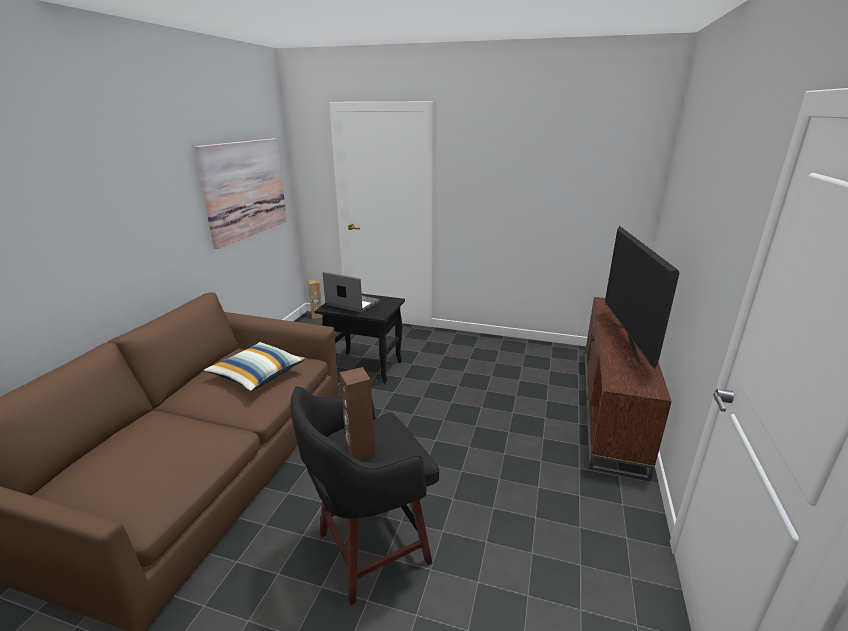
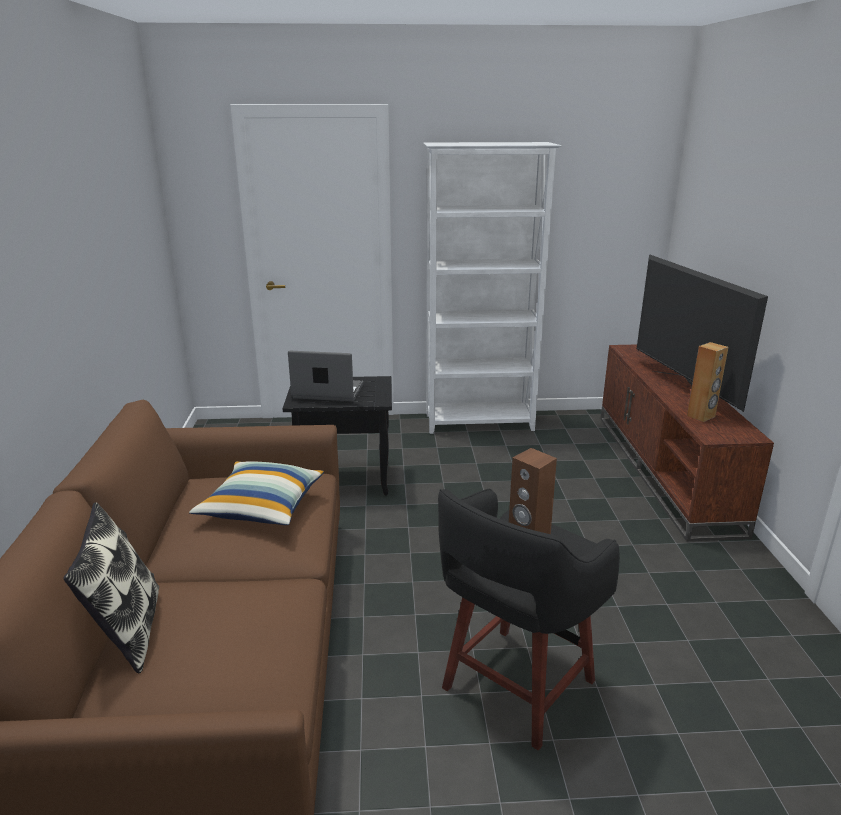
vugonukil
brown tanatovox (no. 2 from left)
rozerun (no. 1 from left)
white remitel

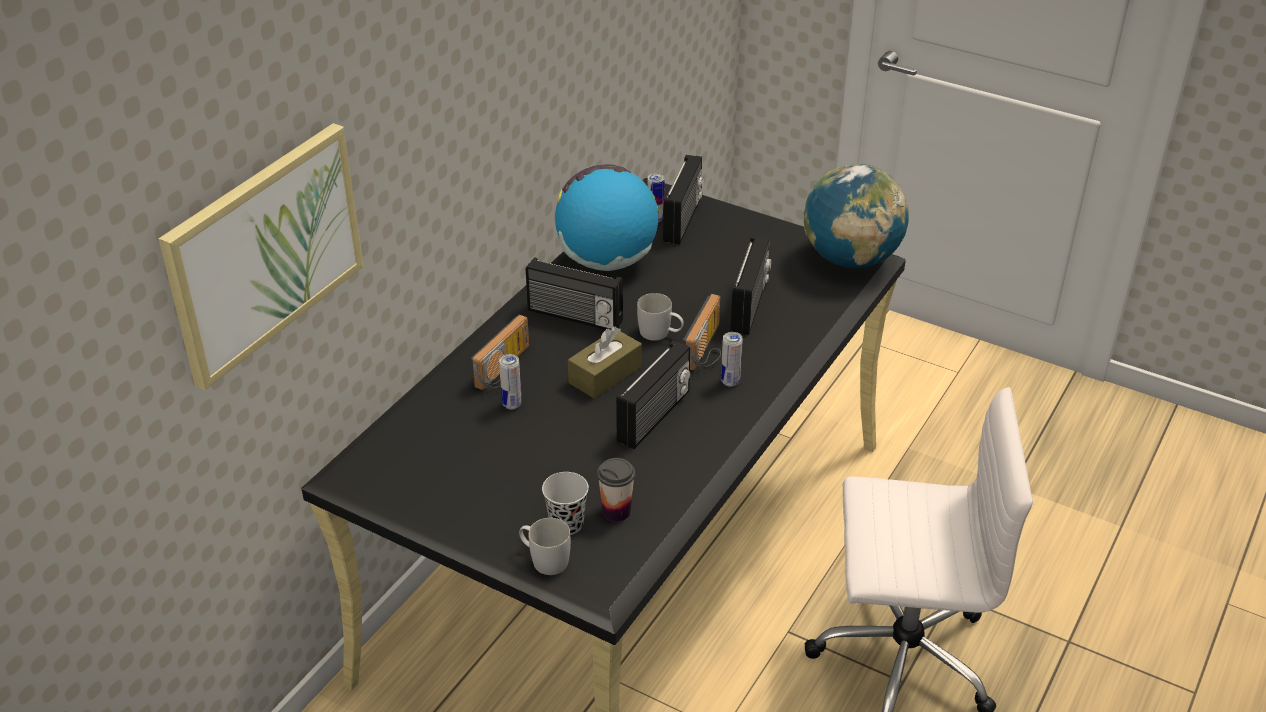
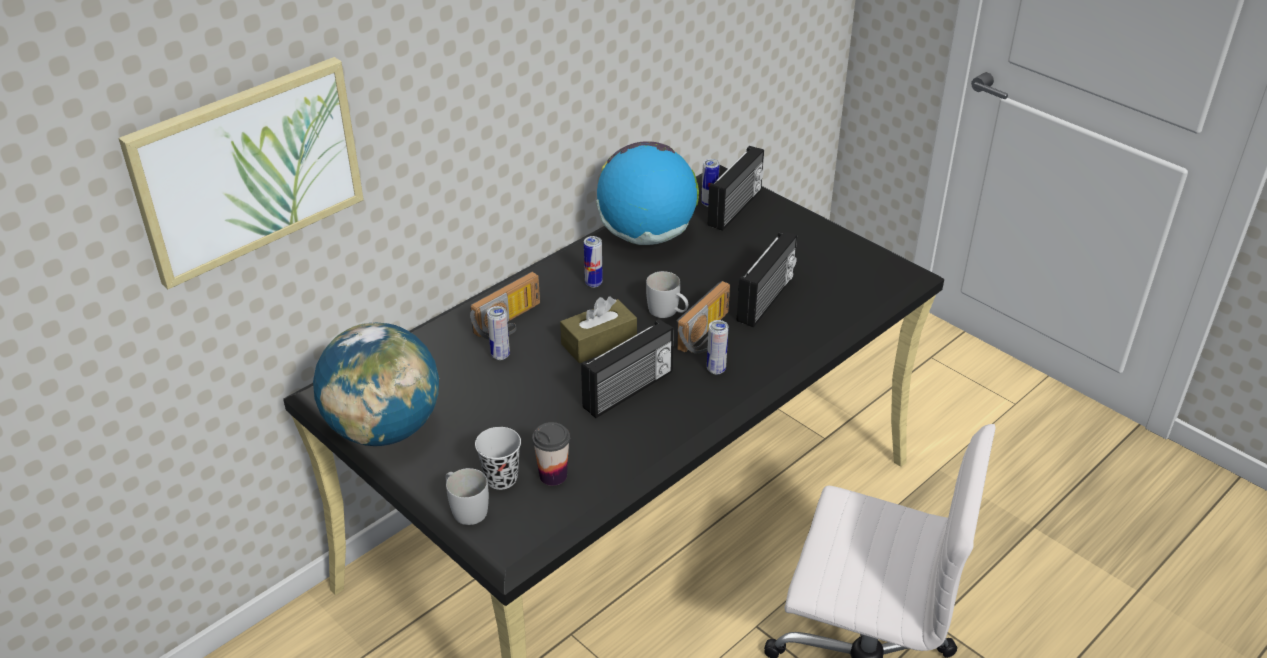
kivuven (no. 2 from left)
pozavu (no. 1 from left)

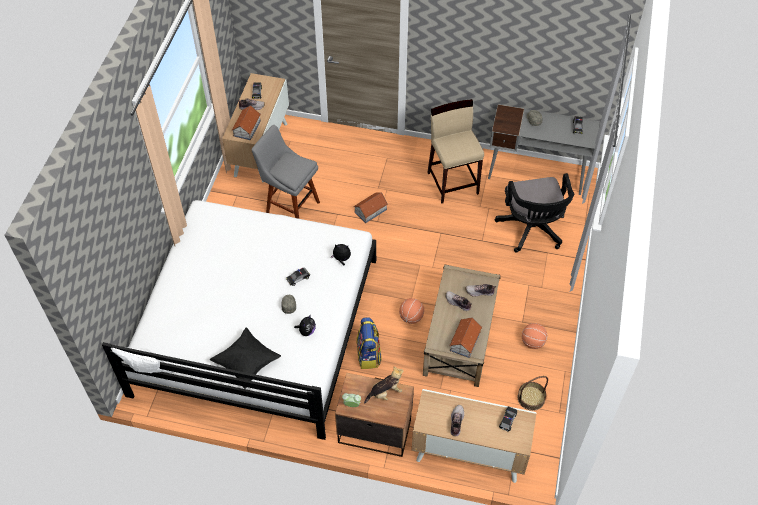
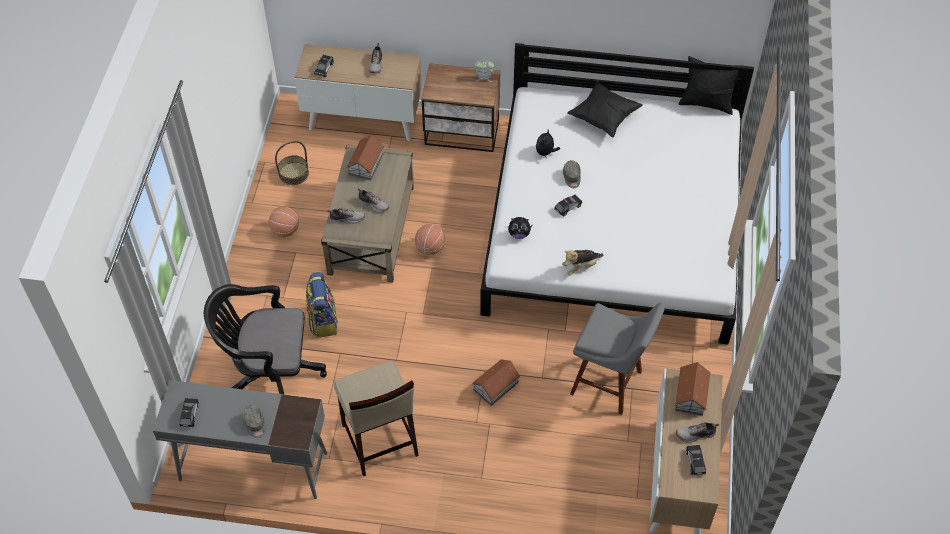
black rozerun (no. 2 from left)
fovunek
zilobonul (no. 3 from left)
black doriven

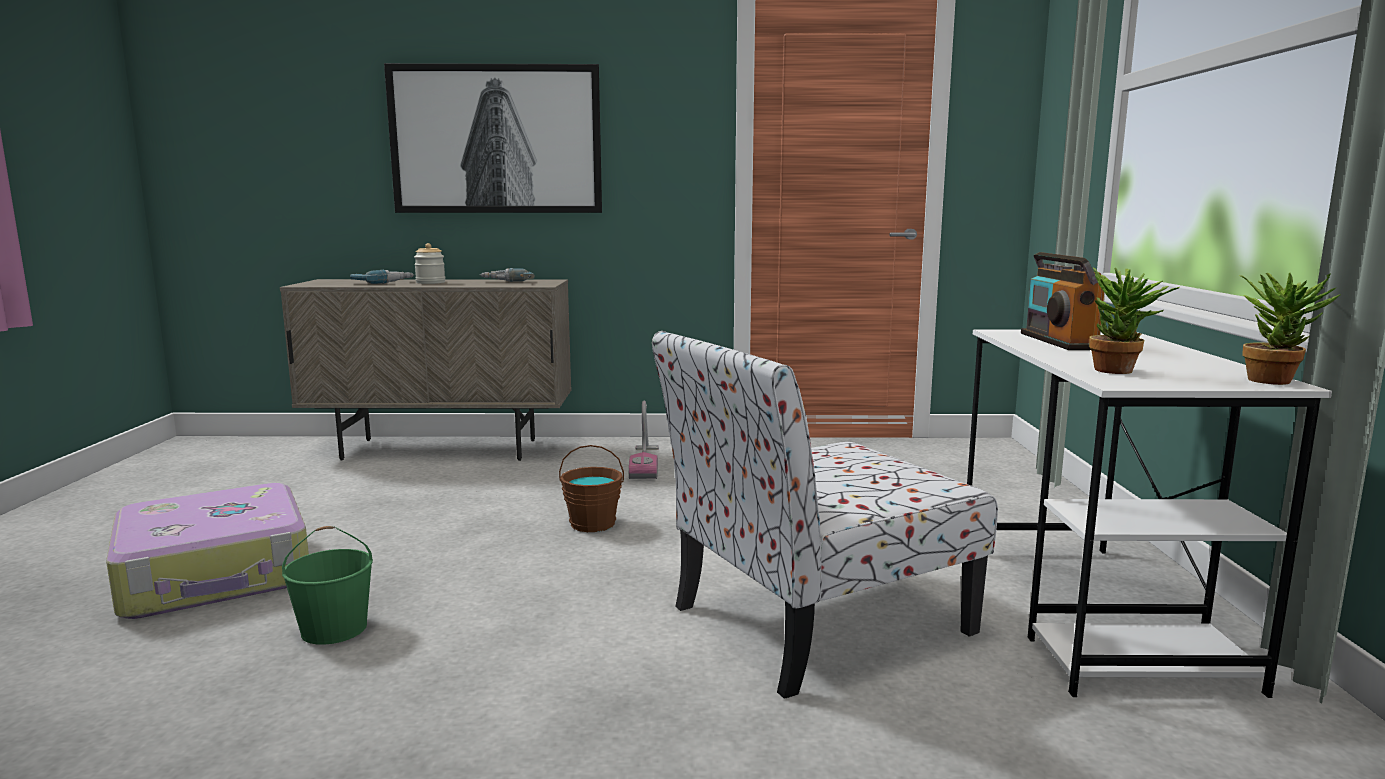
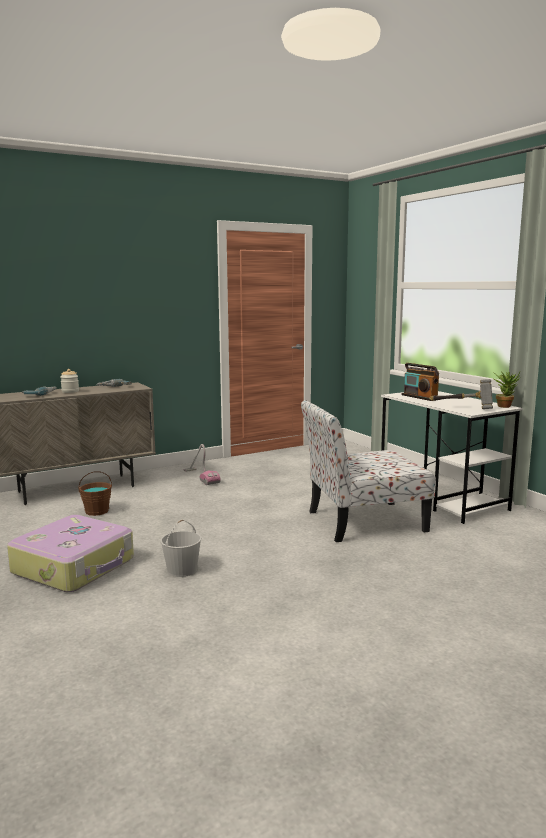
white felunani
vugonukil
brown felunani
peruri
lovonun

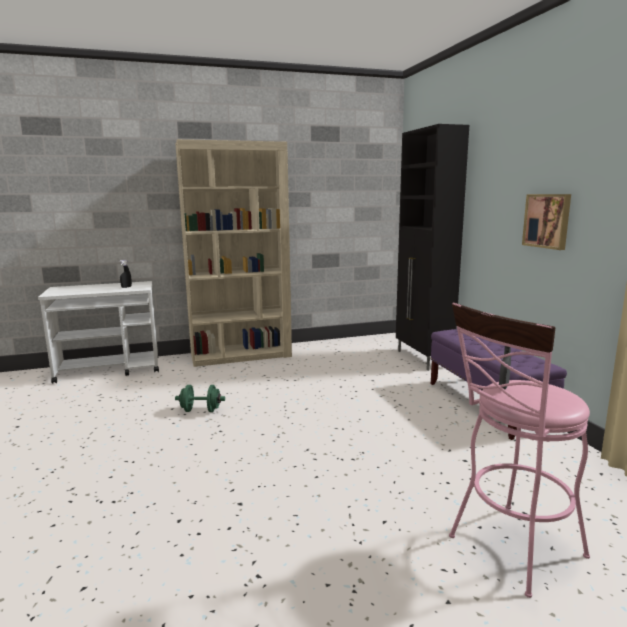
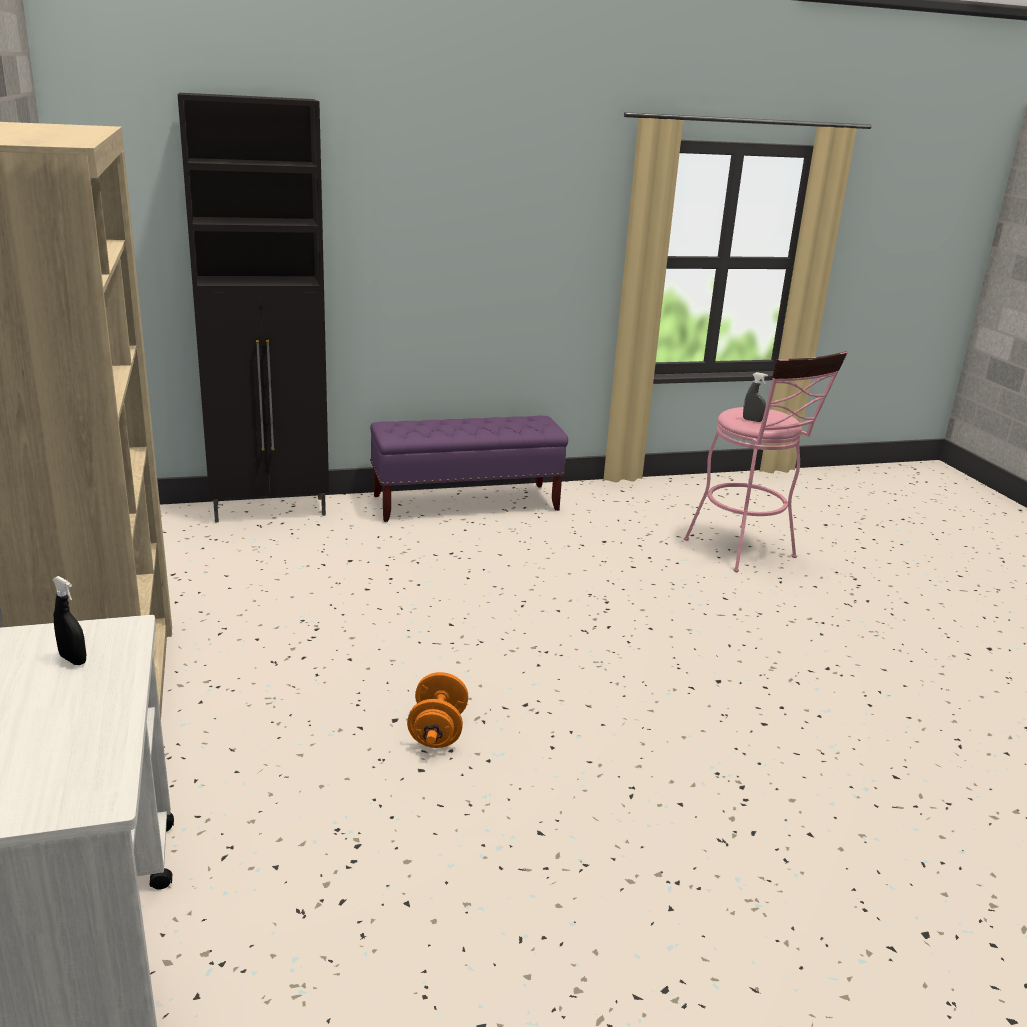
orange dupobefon
vugonukil

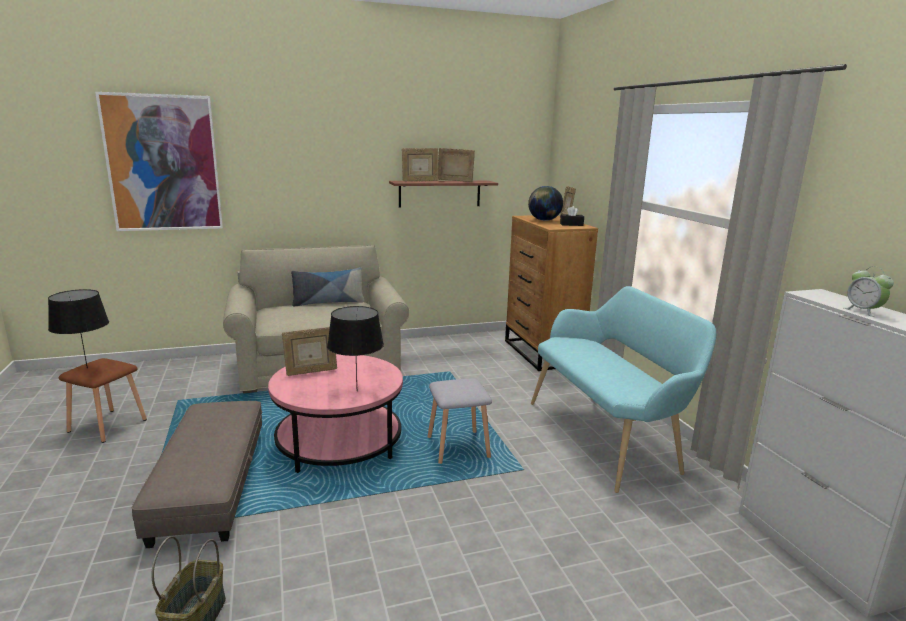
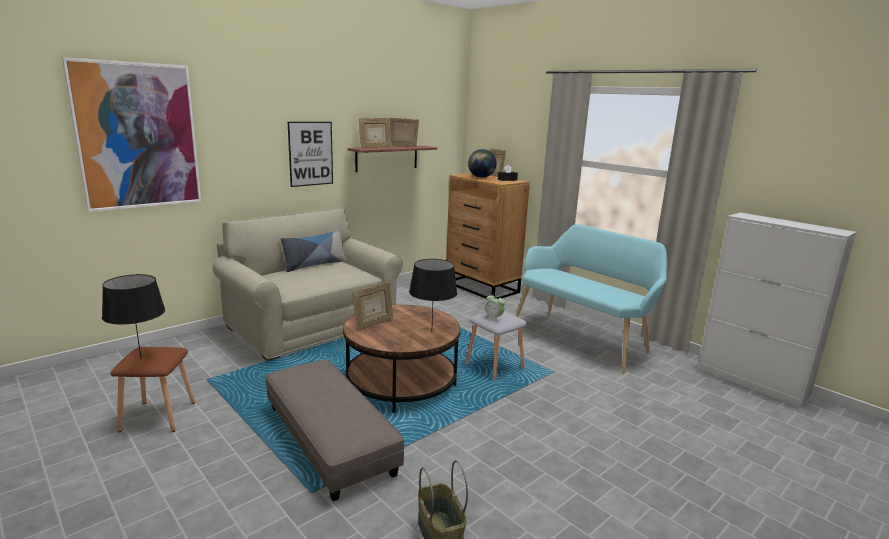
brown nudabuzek
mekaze
vugonukil (no. 2 from left)

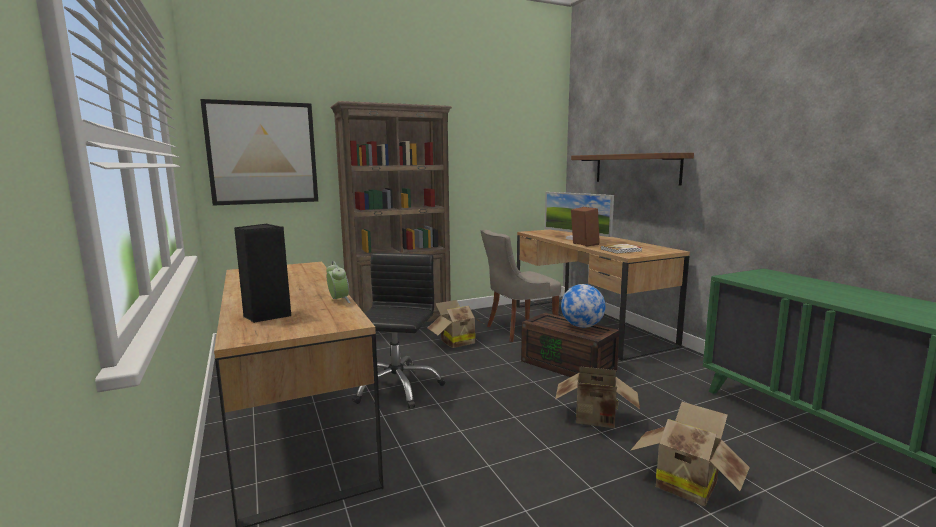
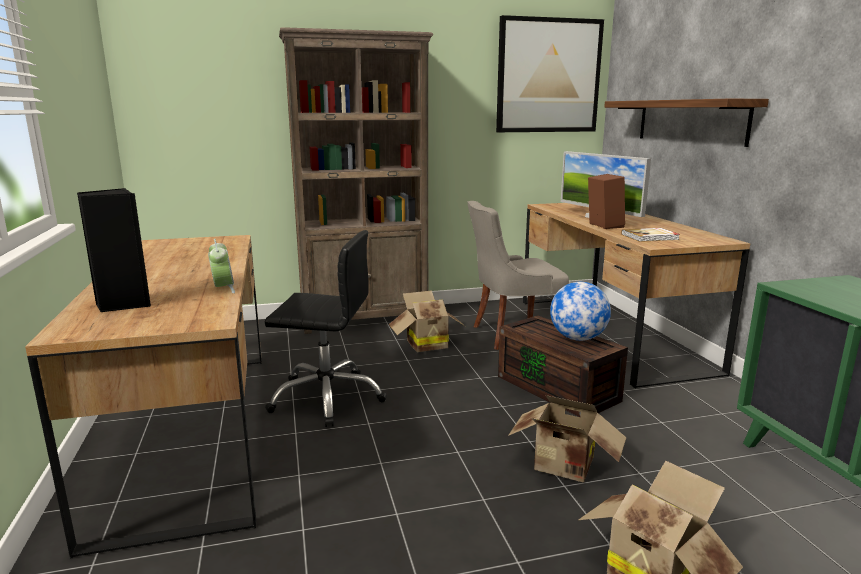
vugonukil
black doriven

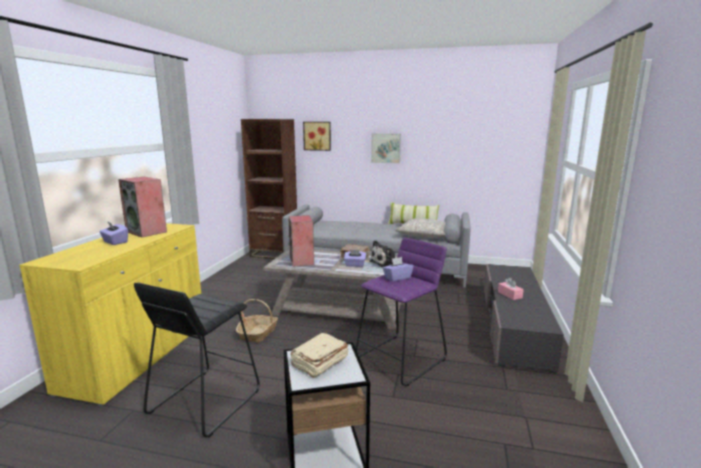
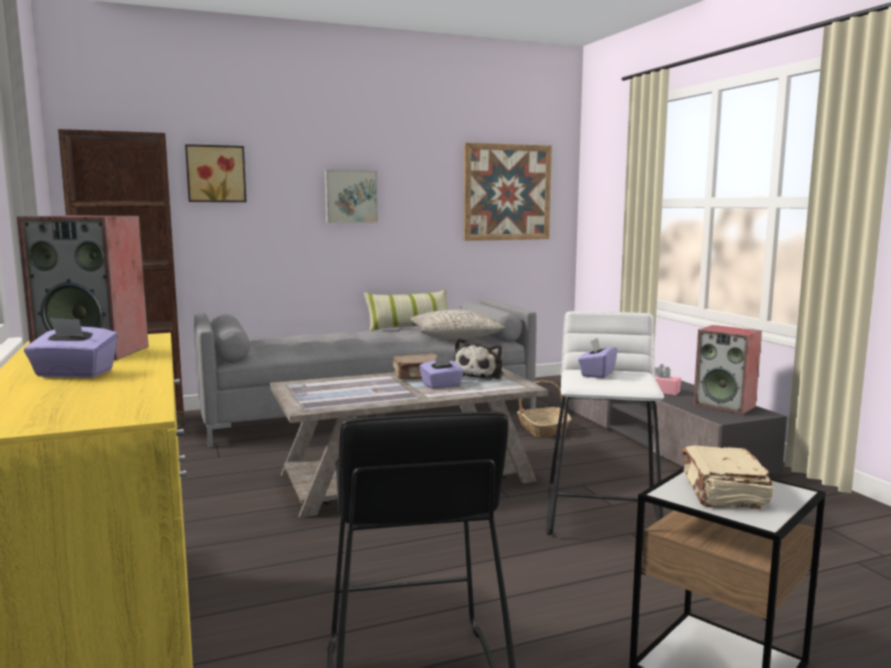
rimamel
tanatovox (no. 2 from left)
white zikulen
vugonukil (no. 3 from left)

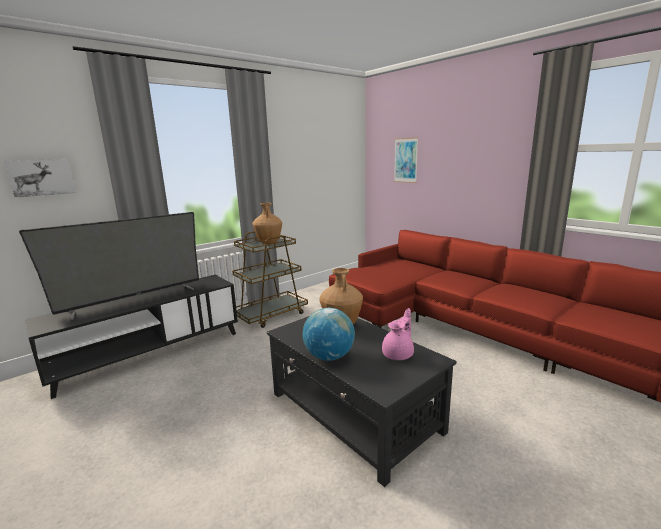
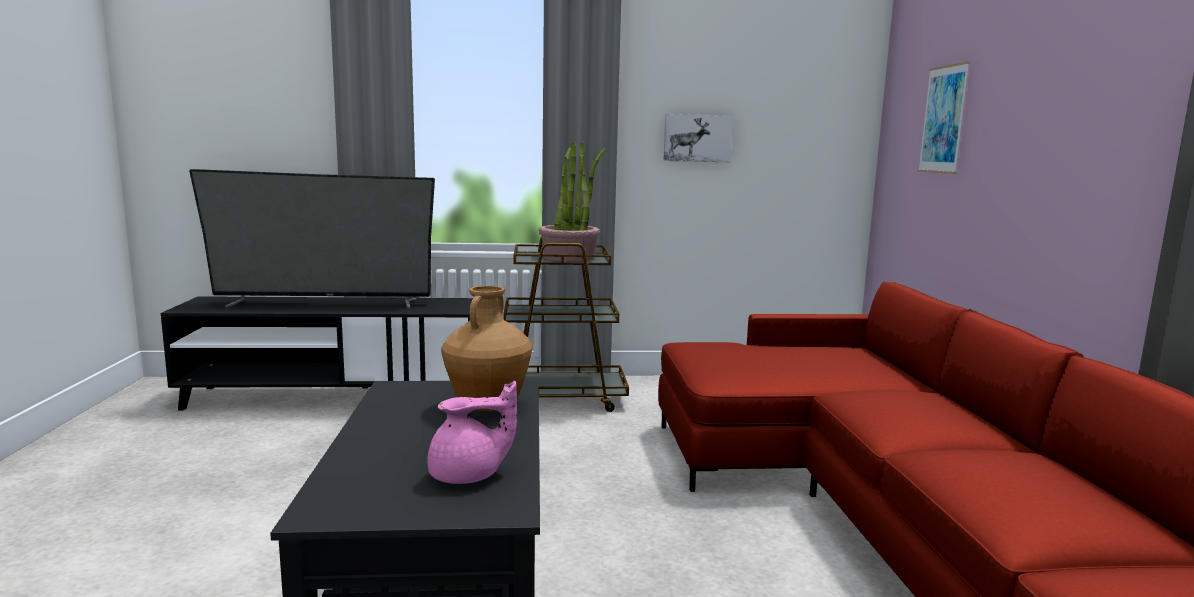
vugonukil (no. 1 from left)
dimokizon
pozavu

